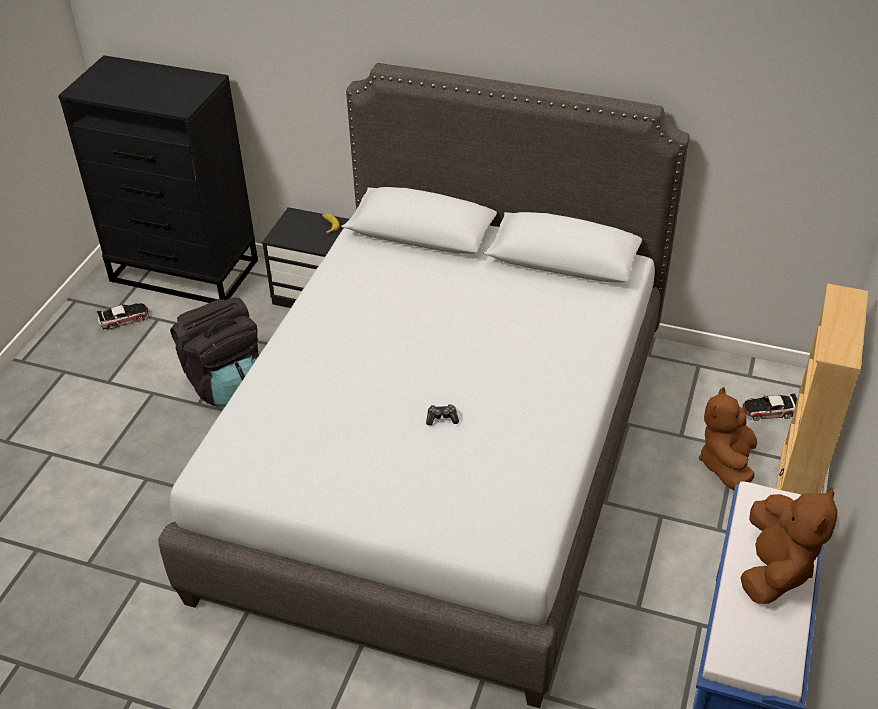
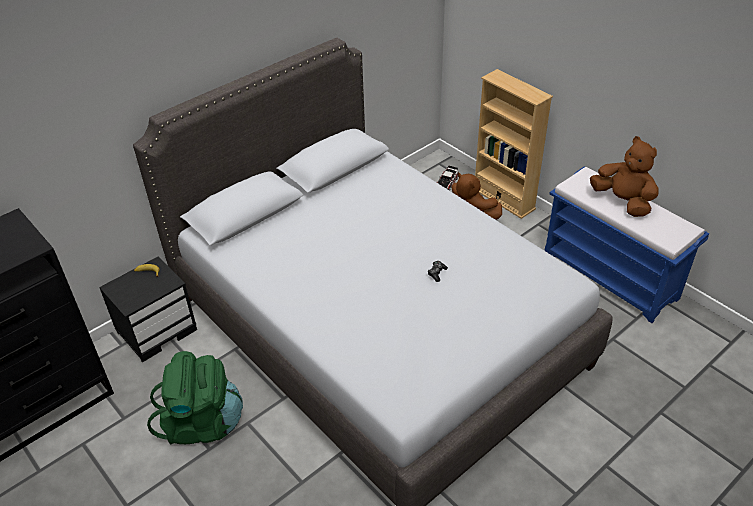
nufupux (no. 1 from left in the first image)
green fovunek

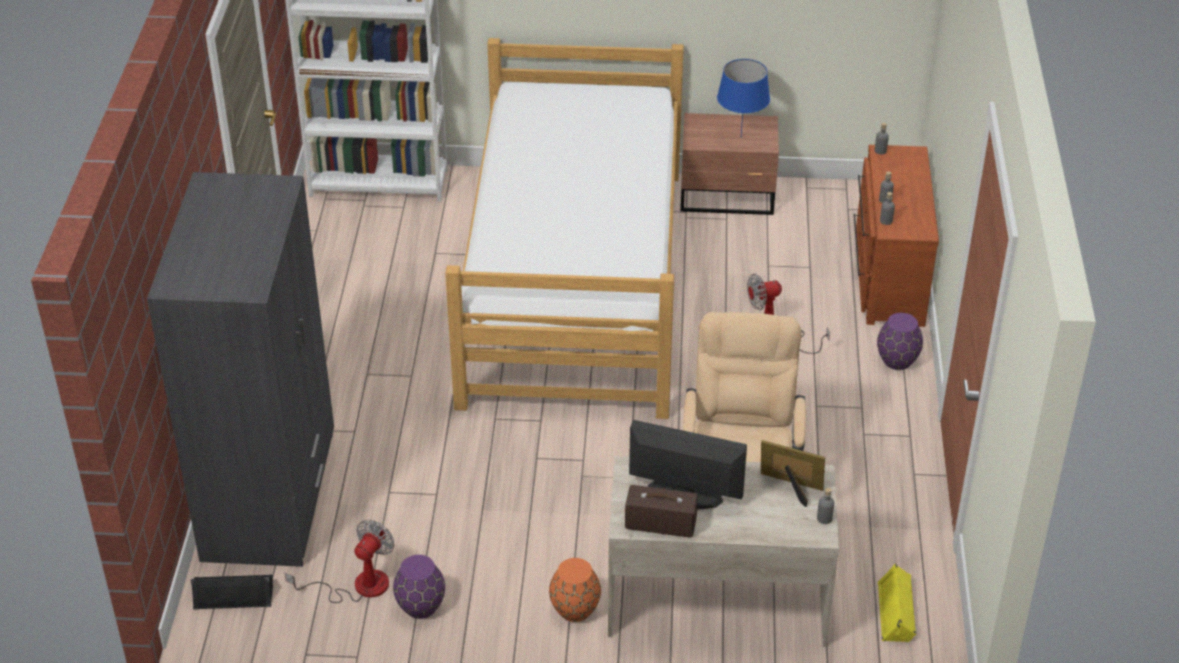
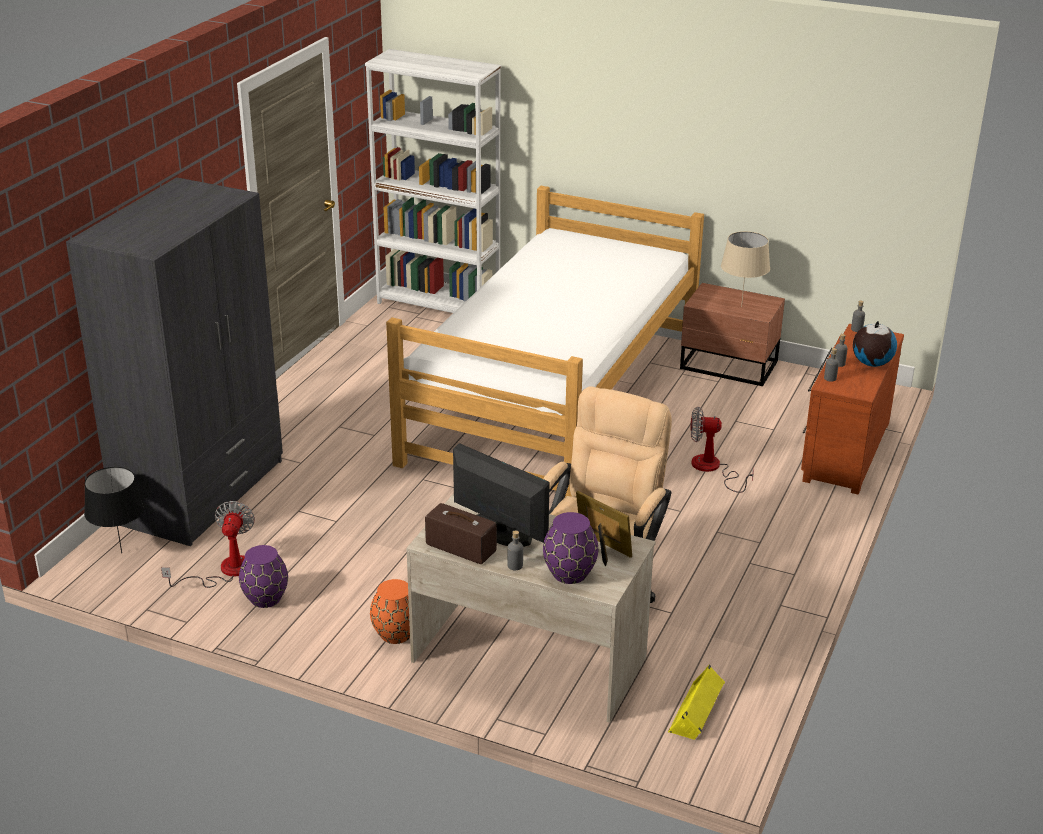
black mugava
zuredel (no. 1 from left)
beige mugava
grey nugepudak (no. 1 from left)
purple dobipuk (no. 2 from left)
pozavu

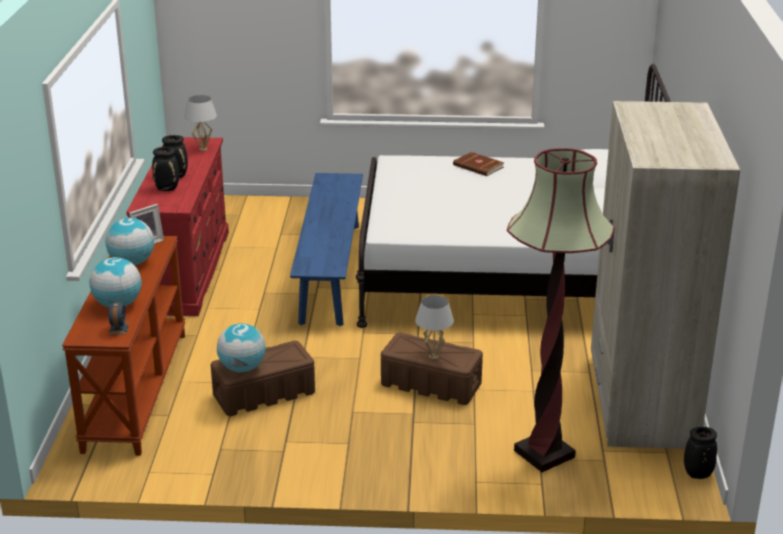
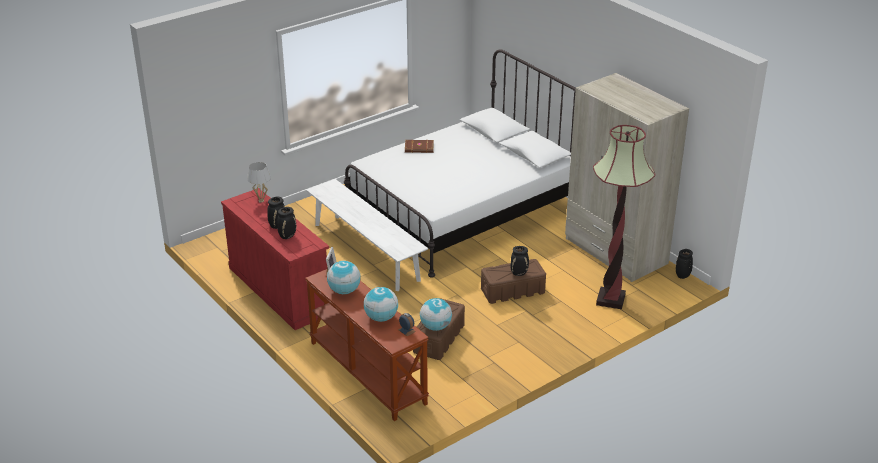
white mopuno
black dobipuk (no. 3 from left)

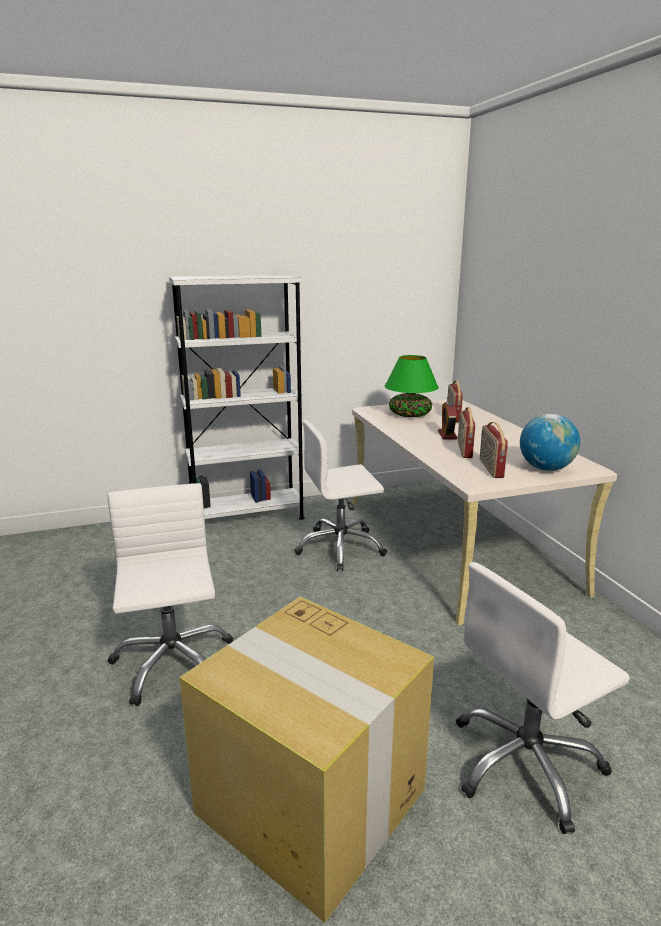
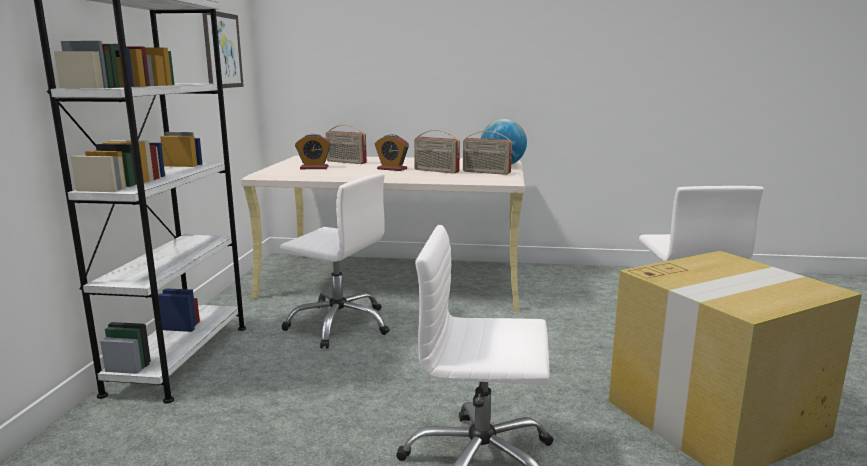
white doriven (no. 1 from left)
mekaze (no. 1 from left)
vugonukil

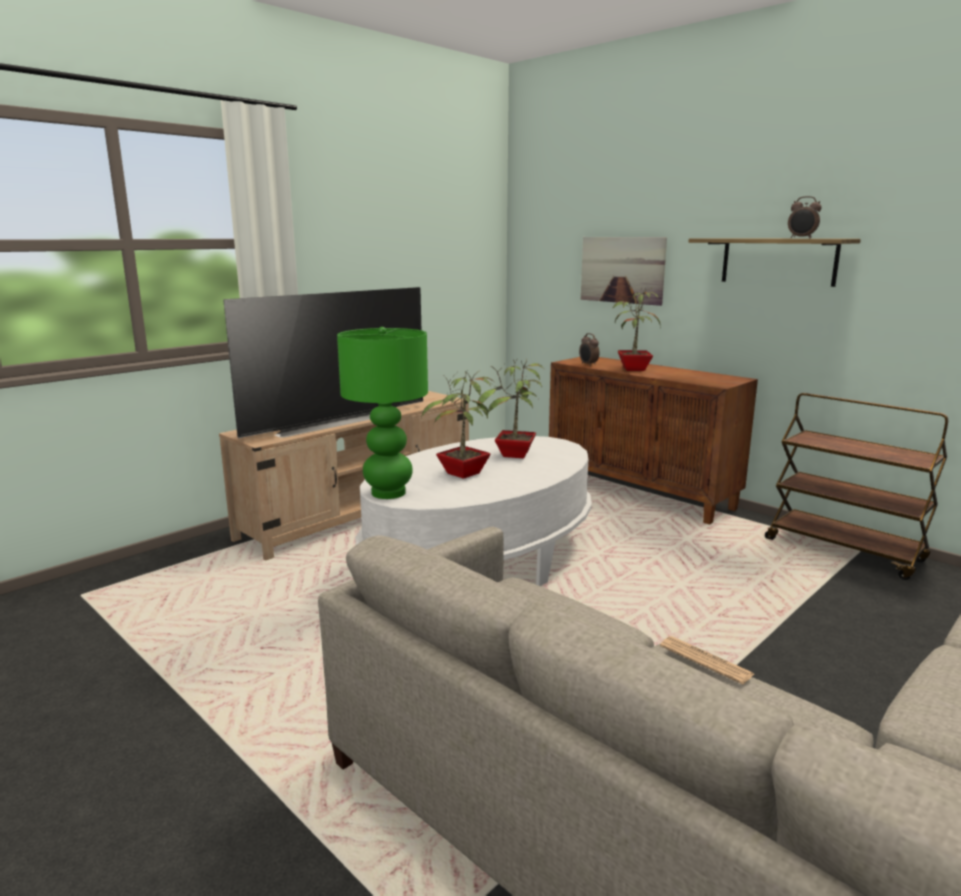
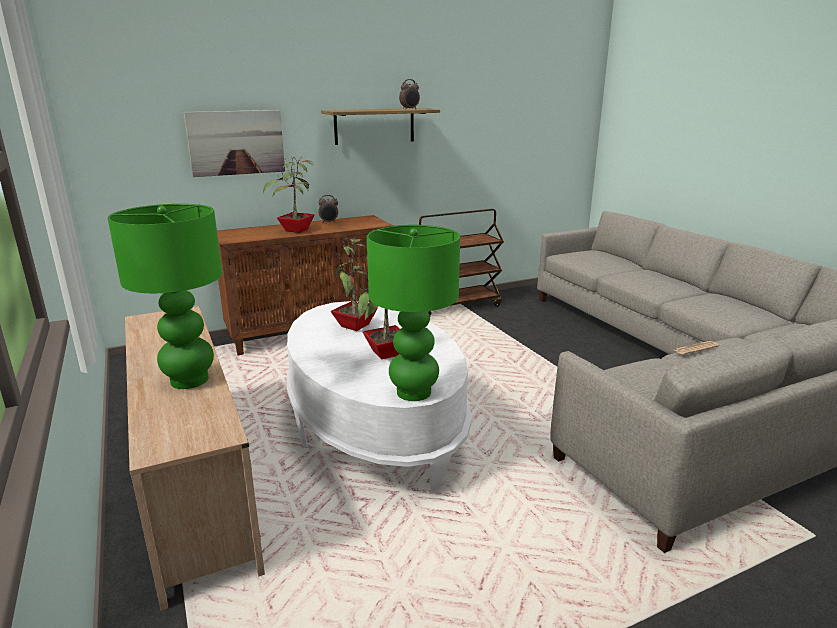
green mugava (no. 1 from left)
mekaze (no. 1 from left)

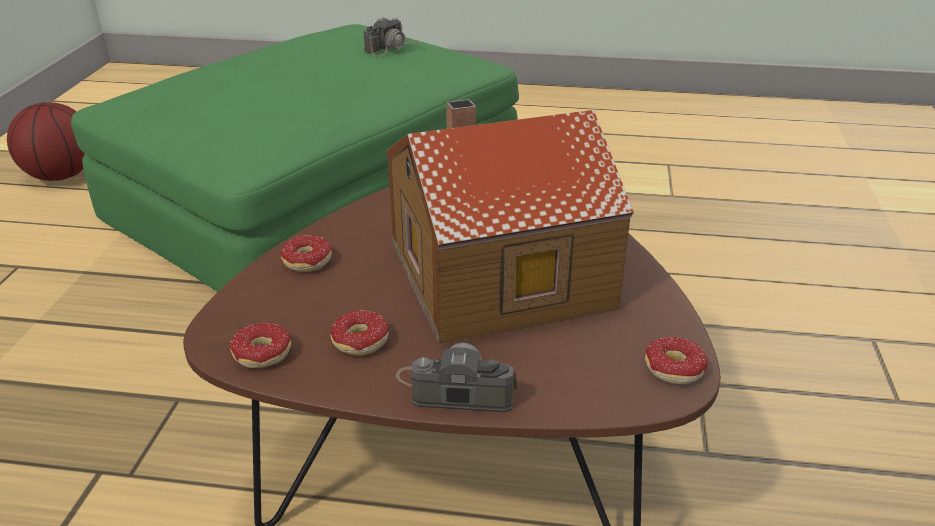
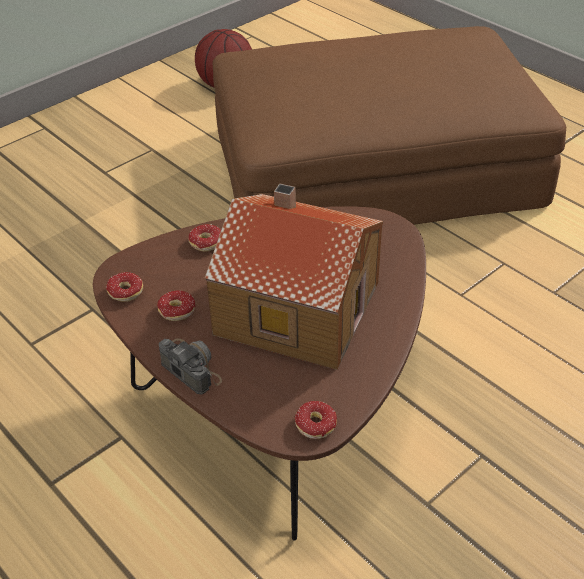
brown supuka
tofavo (no. 1 from left in the first image)

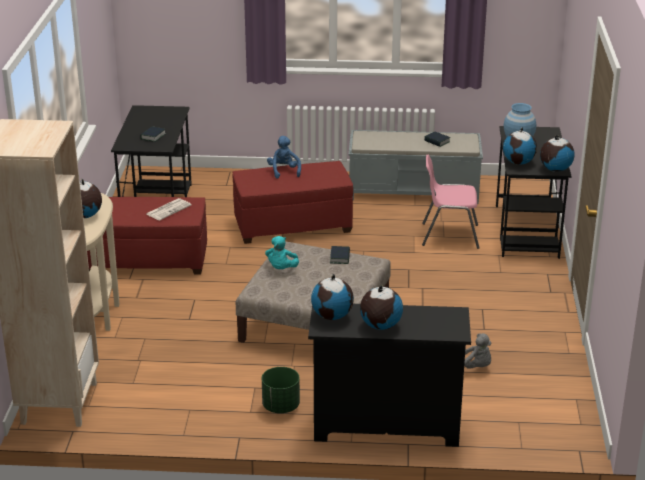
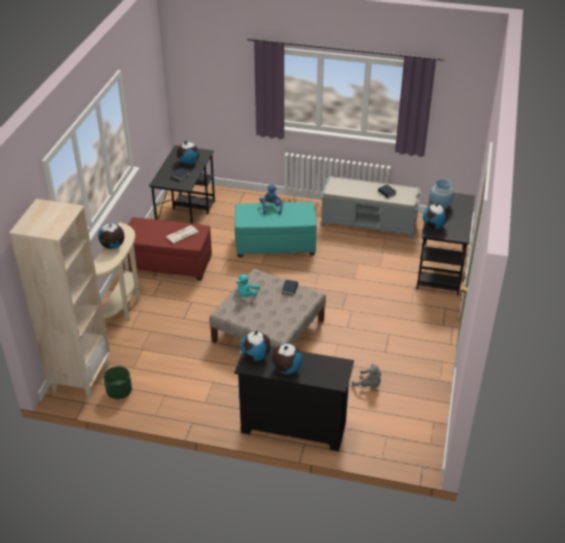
turquoise supuka
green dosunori
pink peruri
pozavu (no. 2 from left)

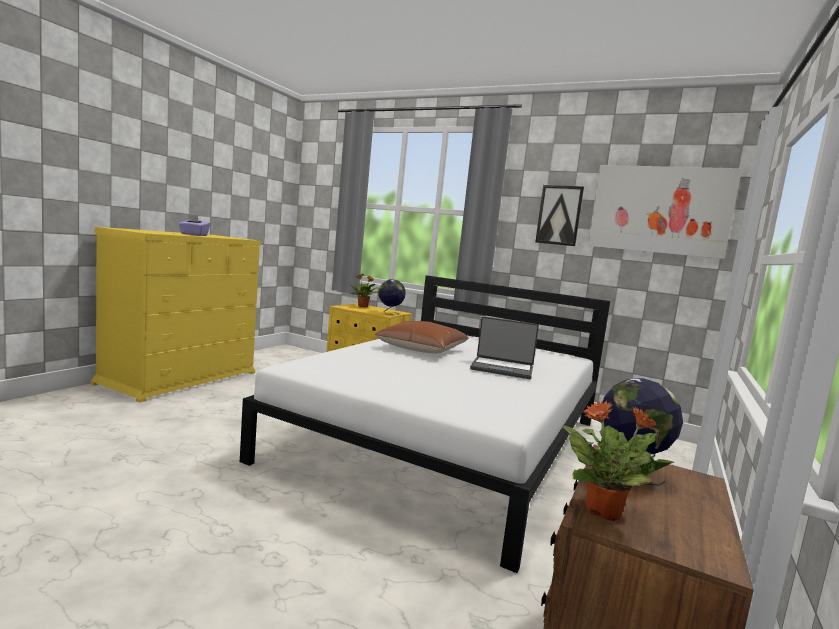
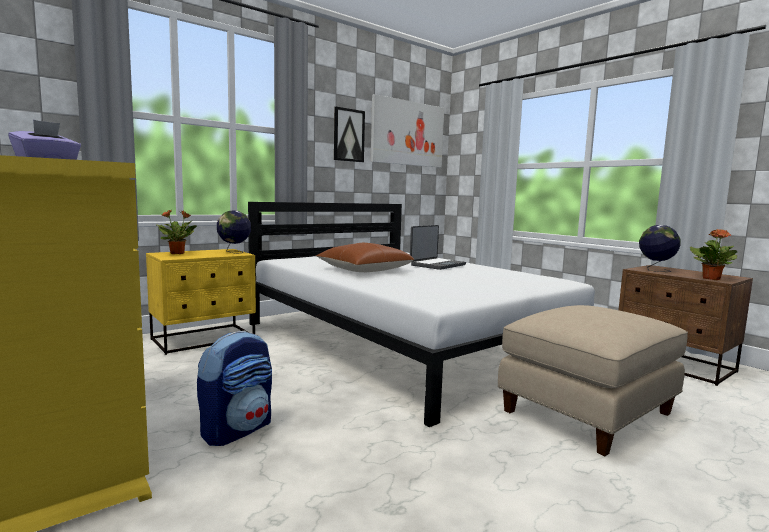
fovunek
beige supuka

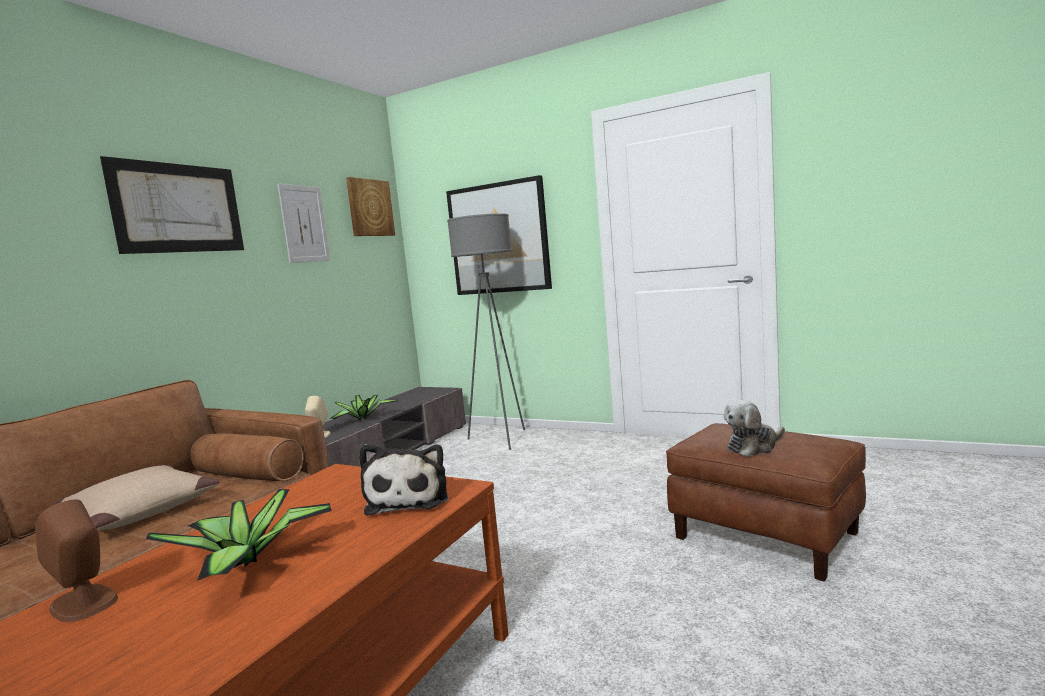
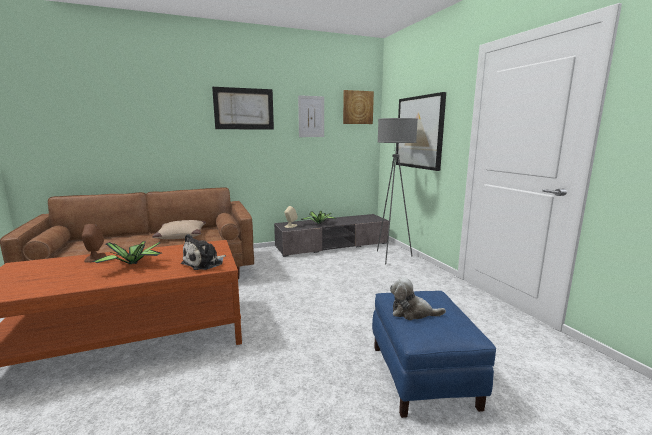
blue supuka

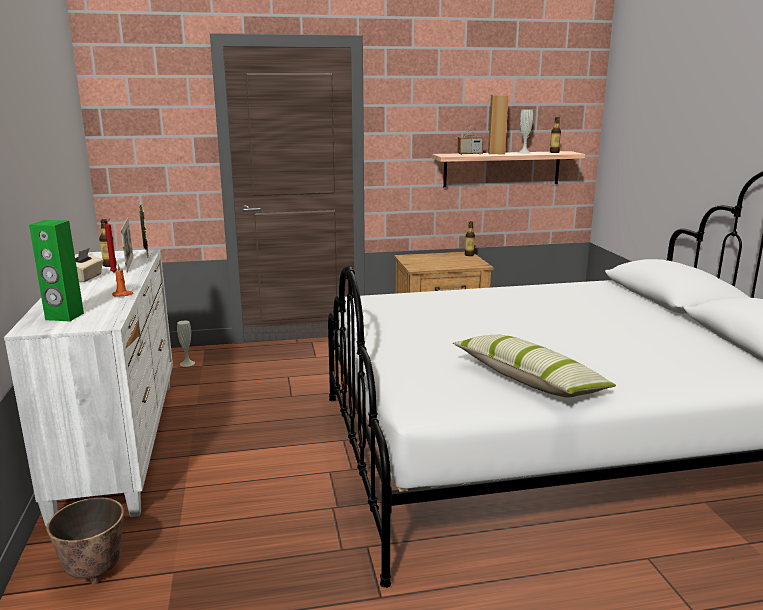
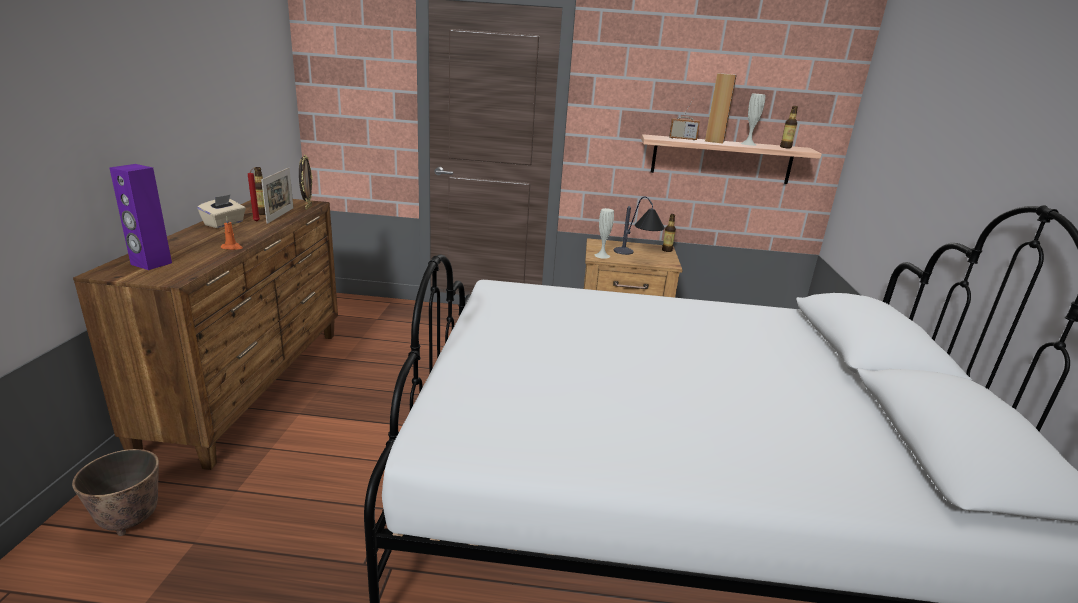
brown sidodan
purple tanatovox
white dobipuk (no. 1 from left)
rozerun
mugava

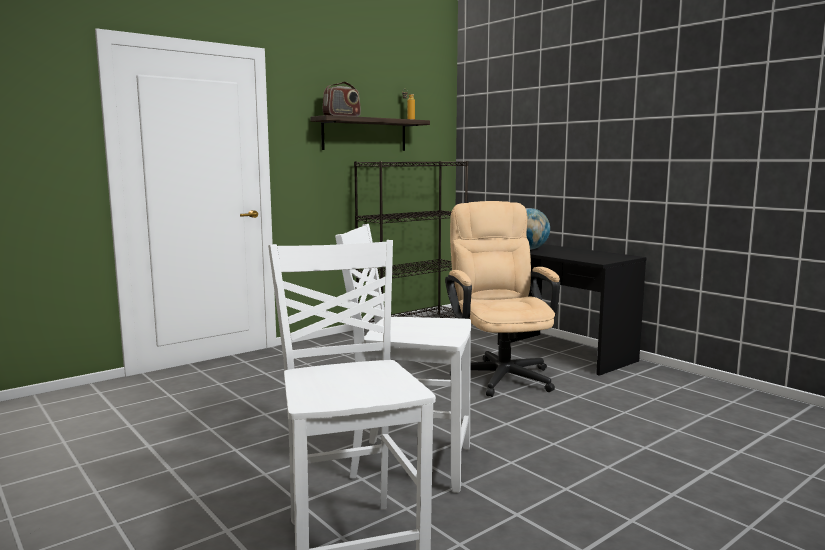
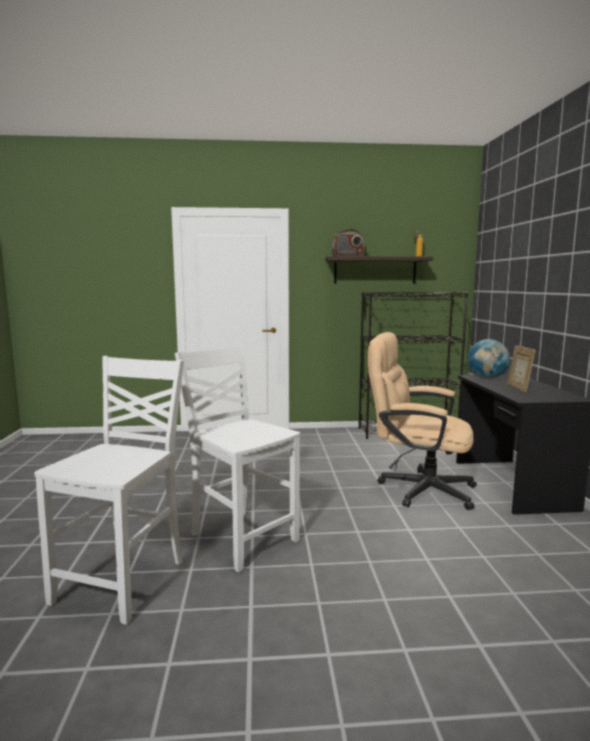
beige doriven
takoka

